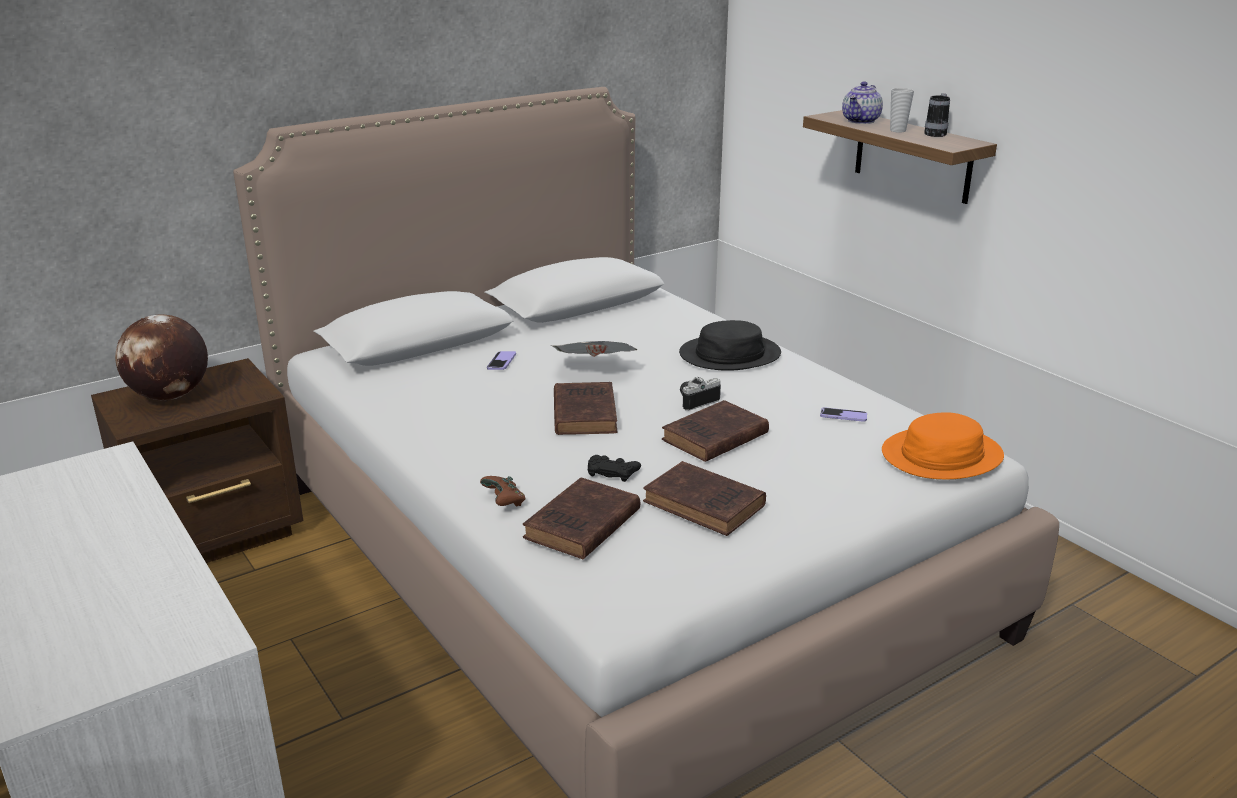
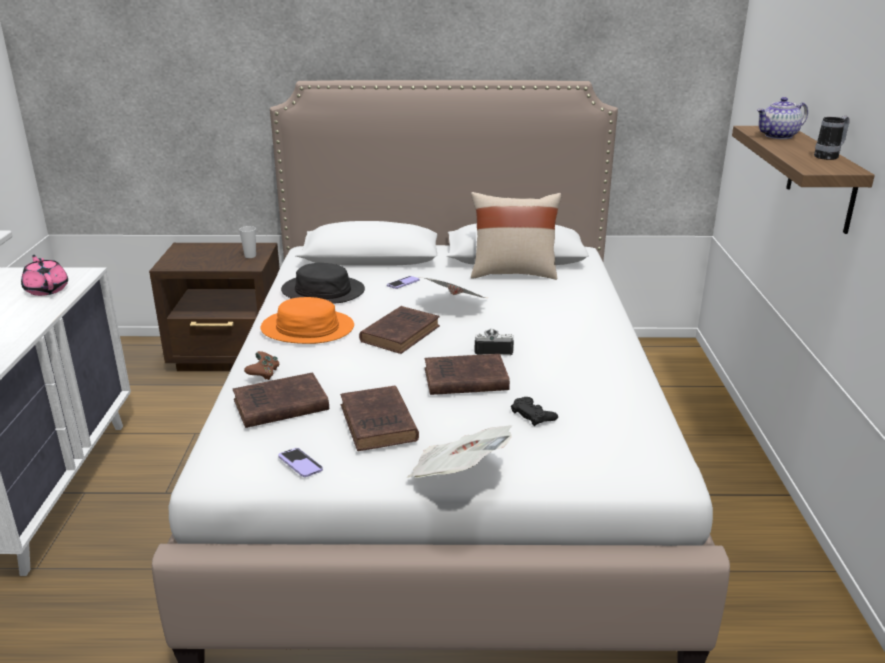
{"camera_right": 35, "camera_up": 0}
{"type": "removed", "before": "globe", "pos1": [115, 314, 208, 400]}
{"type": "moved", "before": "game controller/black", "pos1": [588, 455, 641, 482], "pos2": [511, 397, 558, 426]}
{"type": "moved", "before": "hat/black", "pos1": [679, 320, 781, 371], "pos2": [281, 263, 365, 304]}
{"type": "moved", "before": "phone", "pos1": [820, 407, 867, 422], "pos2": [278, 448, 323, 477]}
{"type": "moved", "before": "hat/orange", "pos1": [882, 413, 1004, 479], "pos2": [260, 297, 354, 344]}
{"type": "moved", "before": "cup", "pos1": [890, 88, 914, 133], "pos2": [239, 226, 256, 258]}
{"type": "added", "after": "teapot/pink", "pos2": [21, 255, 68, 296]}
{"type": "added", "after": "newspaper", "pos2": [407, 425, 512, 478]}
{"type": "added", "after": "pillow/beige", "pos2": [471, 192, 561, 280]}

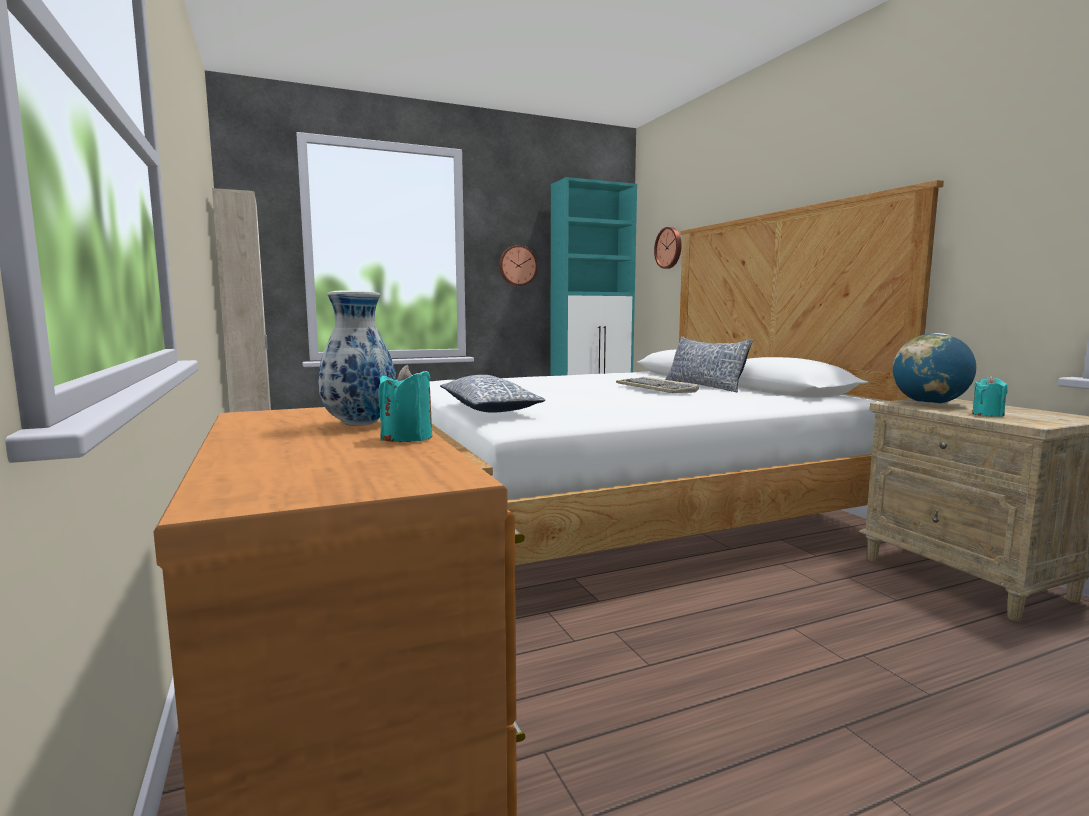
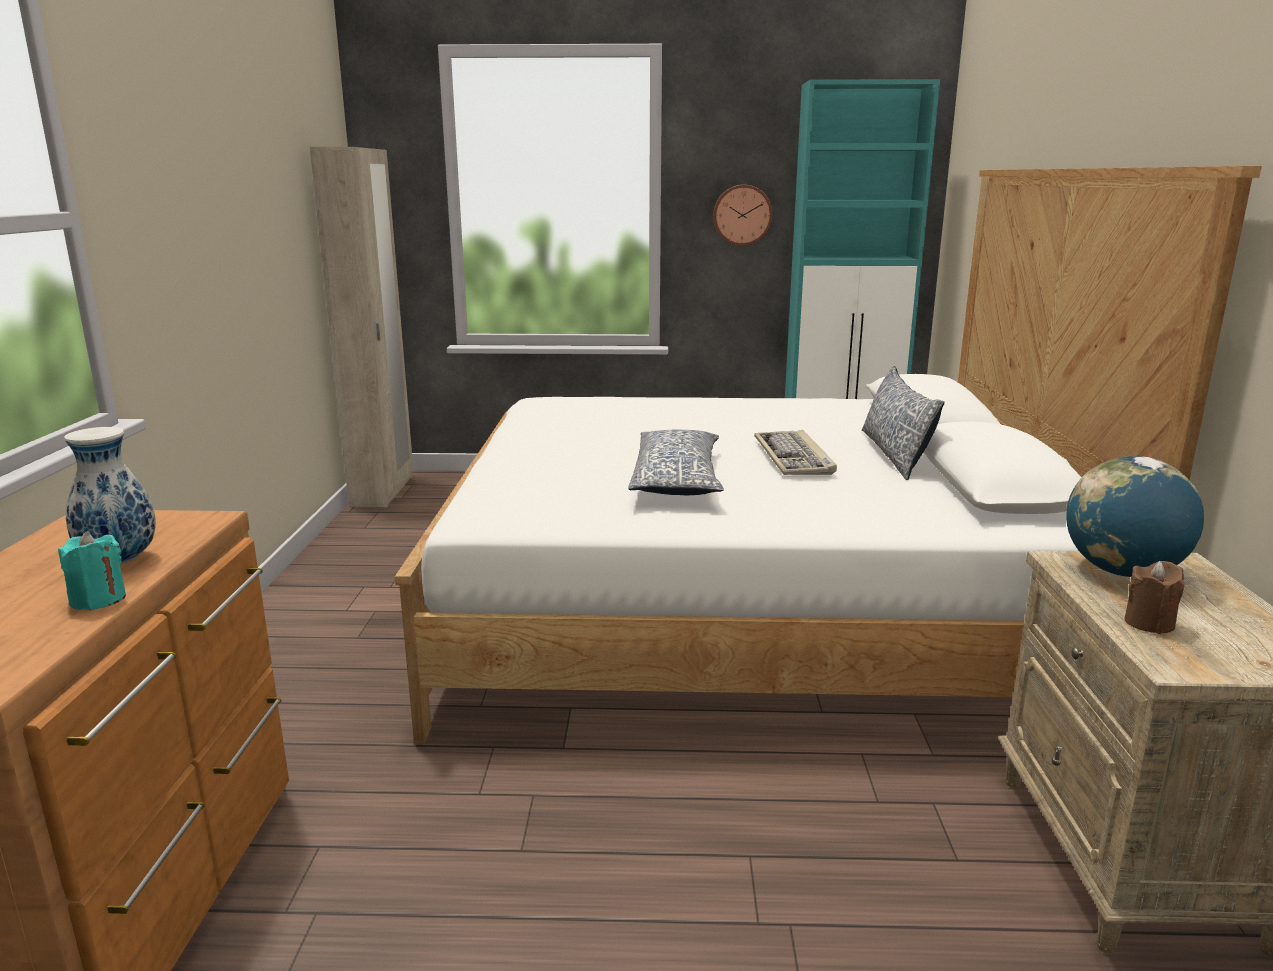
{"camera_right": 25, "camera_up": 10}
{"type": "moved", "before": "pillow", "pos1": [440, 375, 545, 413], "pos2": [628, 430, 724, 495]}
{"type": "removed", "before": "wall clock", "pos1": [654, 227, 682, 269]}
{"type": "recoloured", "before": "candle/turquoise", "after": "candle/brown", "pos1": [972, 376, 1008, 417], "pos2": [1124, 561, 1184, 634]}

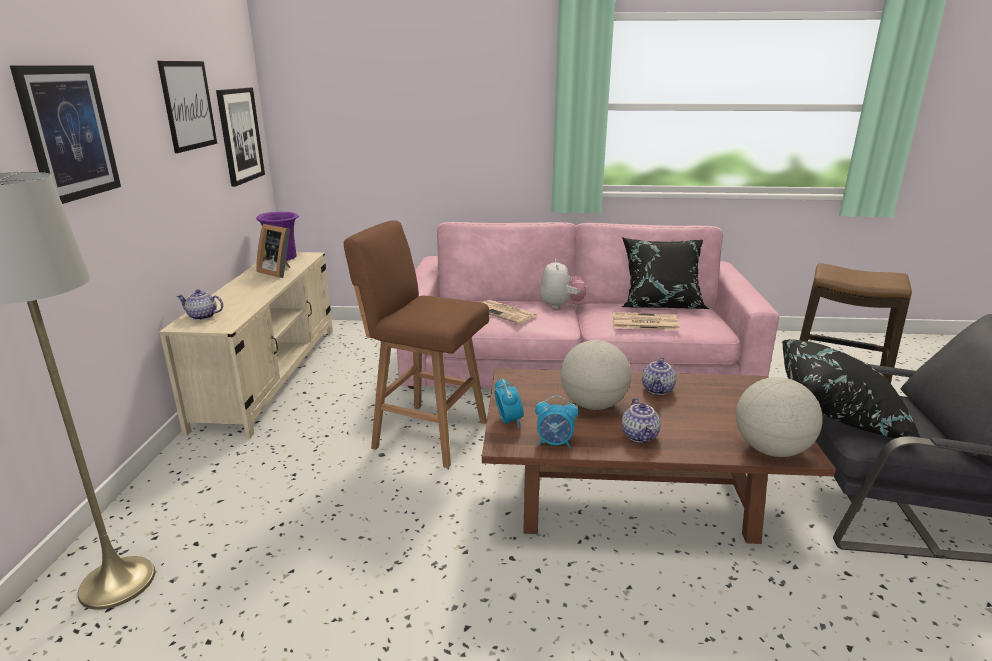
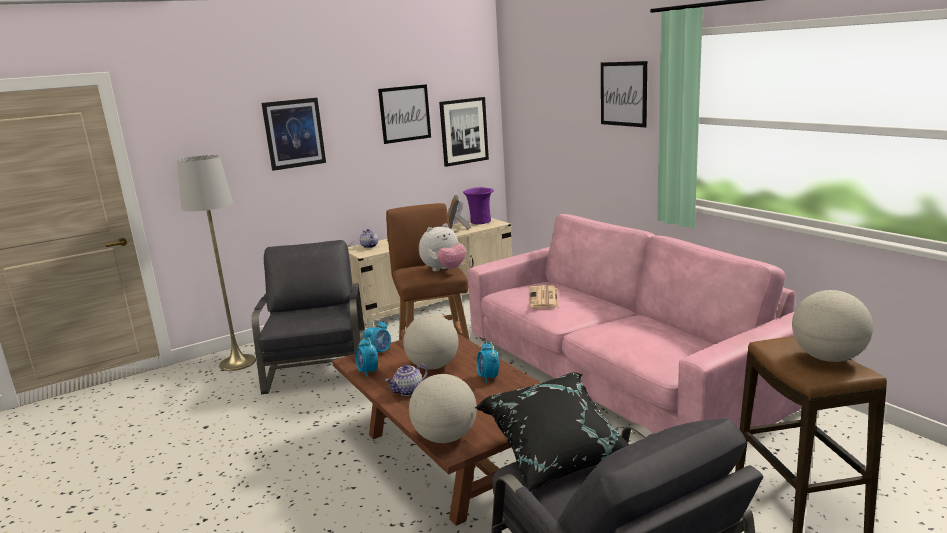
{"camera_right": 55, "camera_up": -5}
{"type": "moved", "before": "plush toy", "pos1": [540, 259, 586, 309], "pos2": [419, 223, 466, 271]}
{"type": "removed", "before": "newspaper", "pos1": [612, 312, 680, 330]}
{"type": "removed", "before": "pillow/black", "pos1": [621, 237, 709, 309]}
{"type": "replaced", "before": "teapot", "after": "alarm clock", "pos1": [642, 357, 676, 395], "pos2": [477, 342, 499, 383]}
{"type": "added", "after": "armchair/grey", "pos2": [252, 240, 365, 394]}
{"type": "added", "after": "picture", "pos2": [601, 61, 647, 127]}
{"type": "added", "after": "globe", "pos2": [792, 290, 873, 362]}

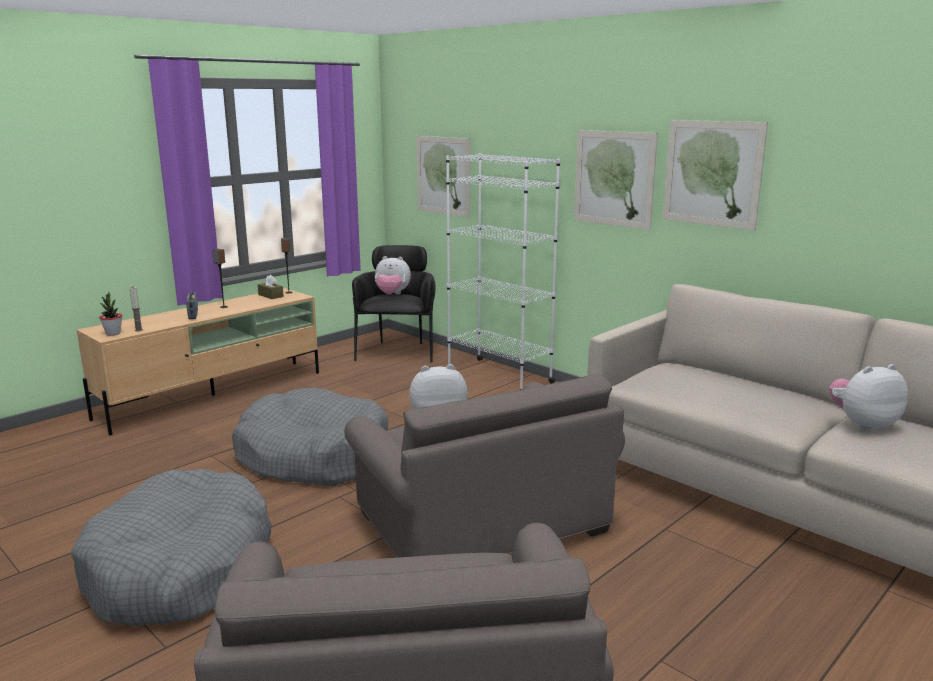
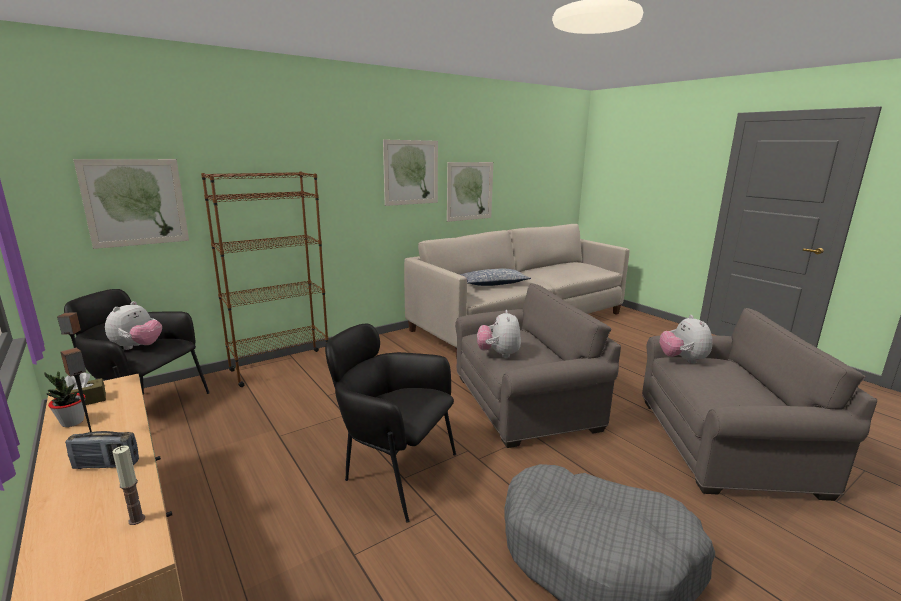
{"camera_right": -80, "camera_up": 0}
{"type": "moved", "before": "potted plant", "pos1": [99, 292, 122, 336], "pos2": [44, 372, 85, 427]}
{"type": "replaced", "before": "dog bed/grey", "after": "armchair/black", "pos1": [232, 388, 388, 486], "pos2": [325, 324, 456, 523]}
{"type": "recoloured", "before": "bookcase/white", "after": "bookcase/brown", "pos1": [446, 153, 560, 390], "pos2": [201, 171, 329, 387]}
{"type": "moved", "before": "picture", "pos1": [574, 130, 658, 230], "pos2": [447, 162, 493, 222]}
{"type": "moved", "before": "plush toy", "pos1": [829, 364, 908, 431], "pos2": [659, 315, 713, 364]}
{"type": "added", "after": "pillow", "pos2": [460, 268, 531, 286]}

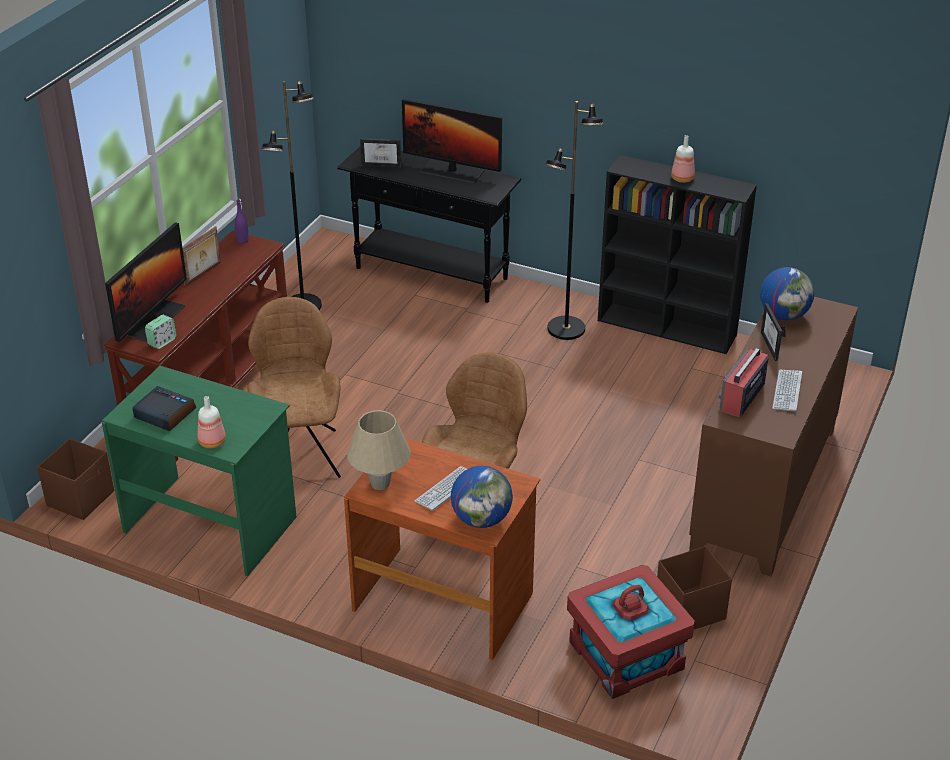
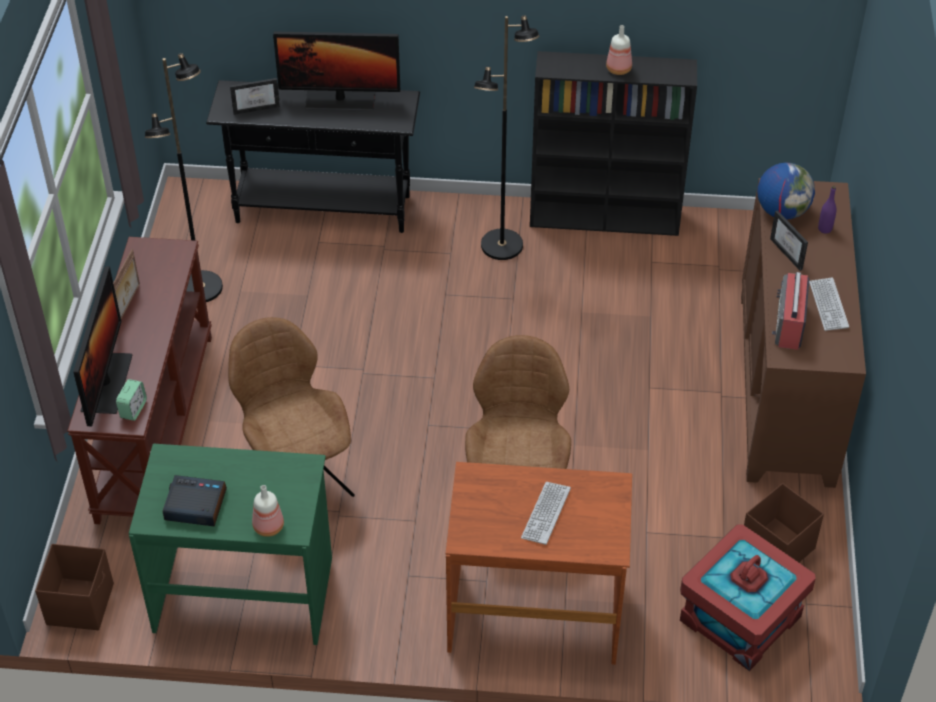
{"camera_right": -20, "camera_up": 10}
{"type": "moved", "before": "bottle/purple", "pos1": [235, 199, 249, 244], "pos2": [818, 186, 837, 233]}
{"type": "removed", "before": "table lamp/beige", "pos1": [347, 410, 411, 490]}
{"type": "removed", "before": "globe", "pos1": [451, 466, 513, 528]}

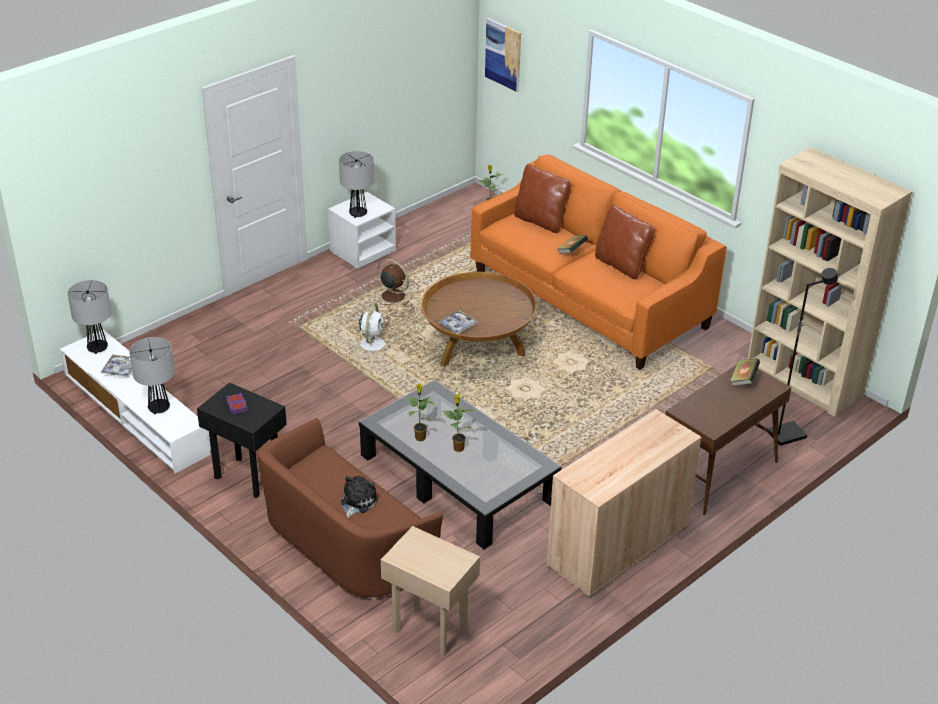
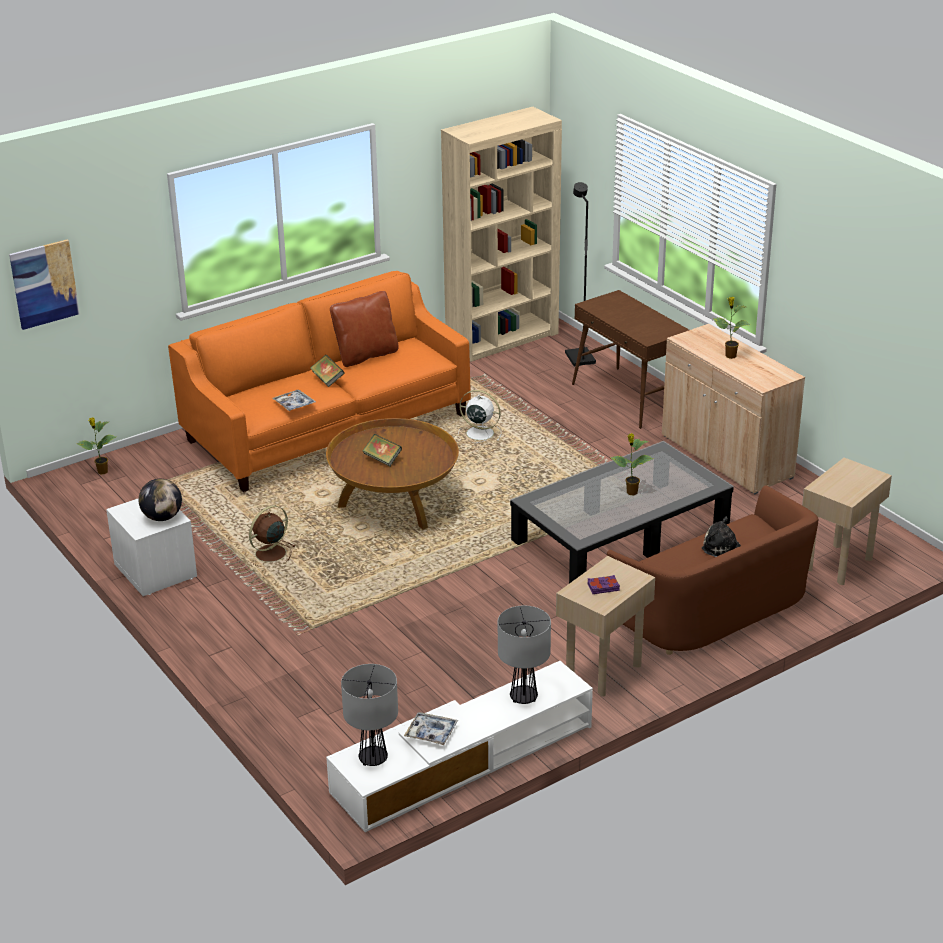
{"camera_right": -80, "camera_up": -5}
{"type": "recoloured", "before": "side table/black", "after": "side table/beige", "pos1": [197, 382, 287, 498], "pos2": [556, 556, 655, 697]}
{"type": "replaced", "before": "table lamp", "after": "globe", "pos1": [339, 151, 374, 218], "pos2": [139, 479, 182, 521]}
{"type": "moved", "before": "fan/white", "pos1": [354, 304, 386, 355], "pos2": [458, 390, 501, 443]}
{"type": "moved", "before": "potted plant", "pos1": [408, 384, 435, 441], "pos2": [713, 297, 750, 359]}
{"type": "moved", "before": "tray", "pos1": [438, 310, 478, 334], "pos2": [272, 390, 316, 411]}
{"type": "removed", "before": "pillow/brown", "pos1": [514, 164, 572, 233]}
{"type": "moved", "before": "book", "pos1": [730, 358, 760, 386], "pos2": [363, 434, 402, 467]}

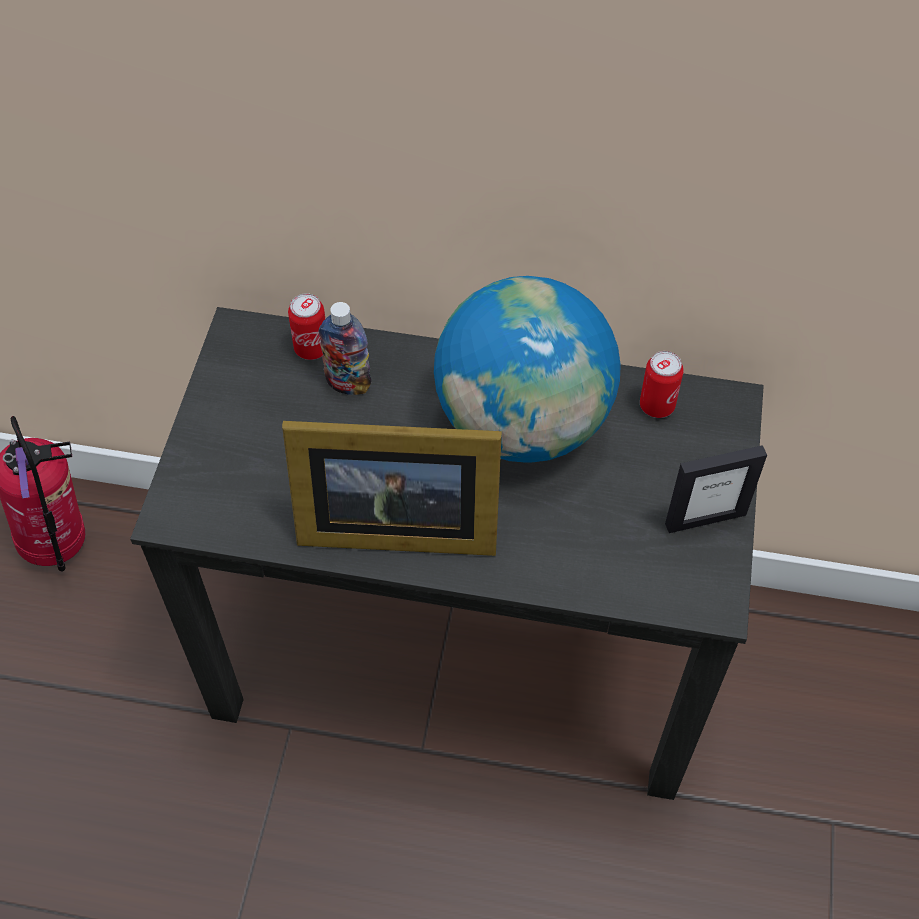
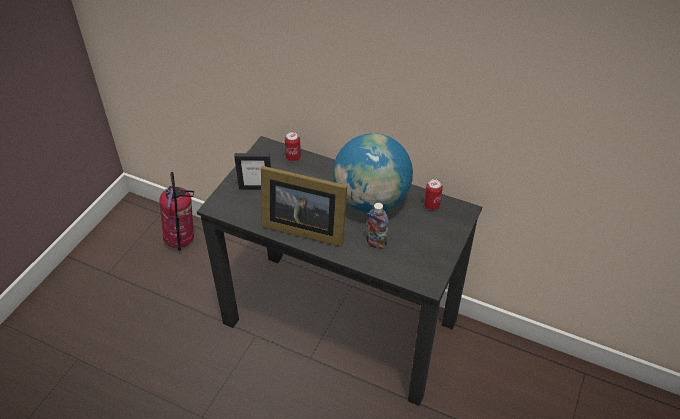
{"camera_right": 15, "camera_up": -10}
{"type": "moved", "before": "bottle", "pos1": [319, 302, 371, 395], "pos2": [366, 203, 388, 249]}
{"type": "moved", "before": "picture frame", "pos1": [665, 445, 767, 533], "pos2": [234, 153, 271, 190]}

